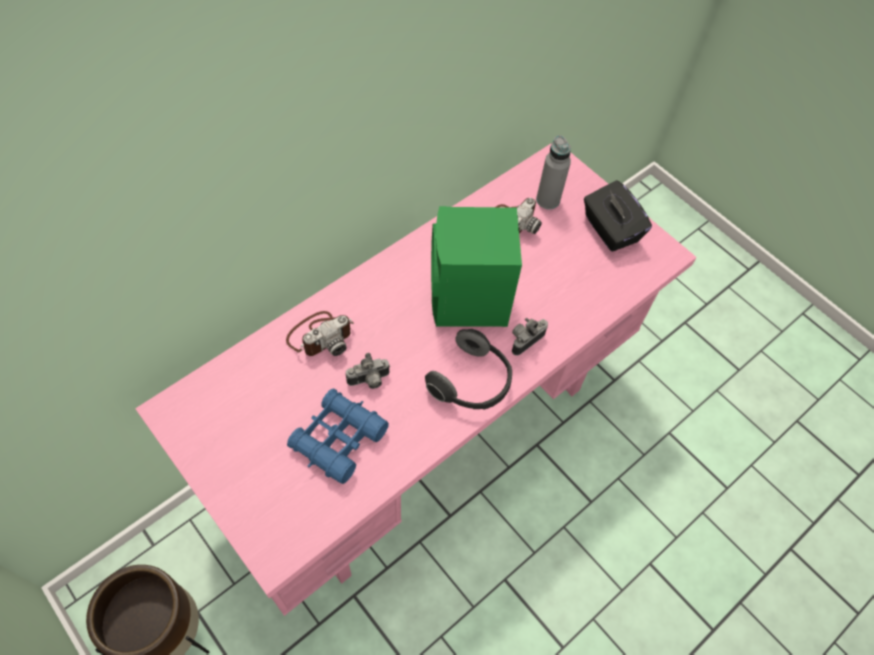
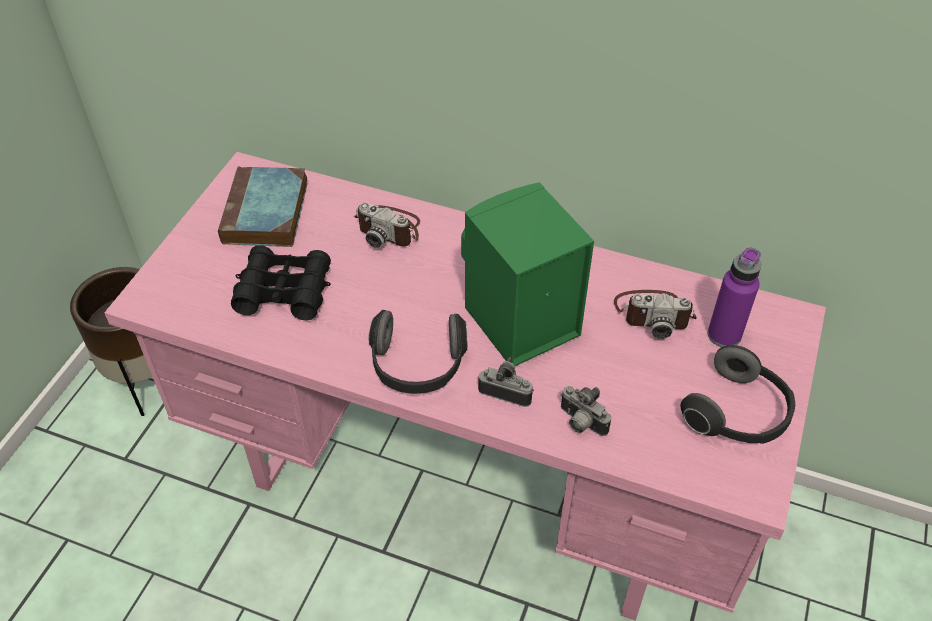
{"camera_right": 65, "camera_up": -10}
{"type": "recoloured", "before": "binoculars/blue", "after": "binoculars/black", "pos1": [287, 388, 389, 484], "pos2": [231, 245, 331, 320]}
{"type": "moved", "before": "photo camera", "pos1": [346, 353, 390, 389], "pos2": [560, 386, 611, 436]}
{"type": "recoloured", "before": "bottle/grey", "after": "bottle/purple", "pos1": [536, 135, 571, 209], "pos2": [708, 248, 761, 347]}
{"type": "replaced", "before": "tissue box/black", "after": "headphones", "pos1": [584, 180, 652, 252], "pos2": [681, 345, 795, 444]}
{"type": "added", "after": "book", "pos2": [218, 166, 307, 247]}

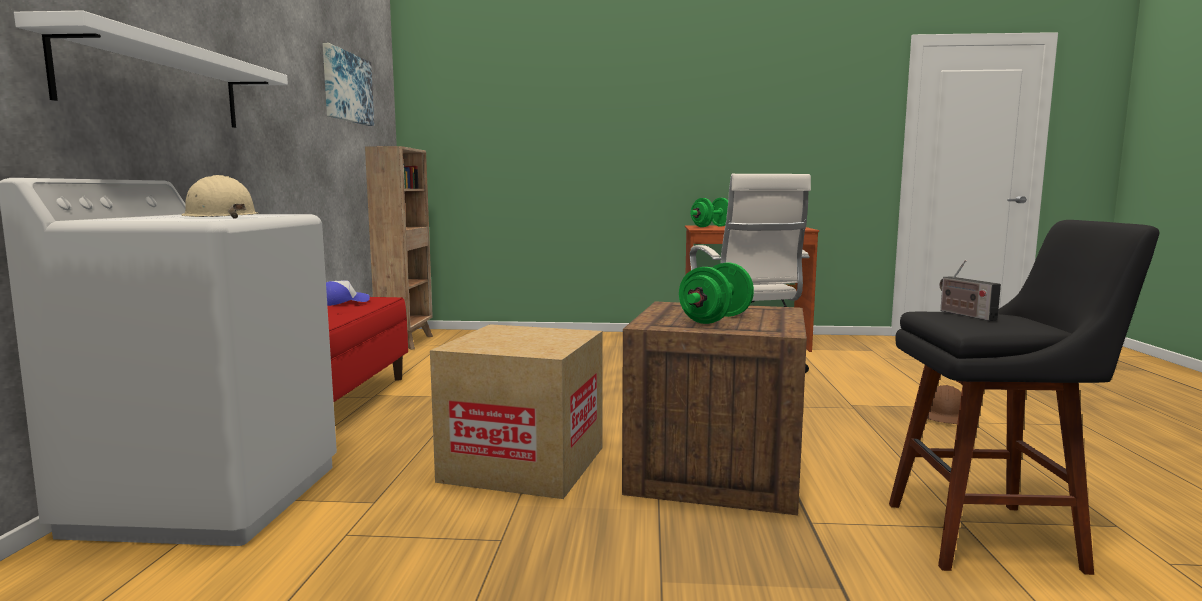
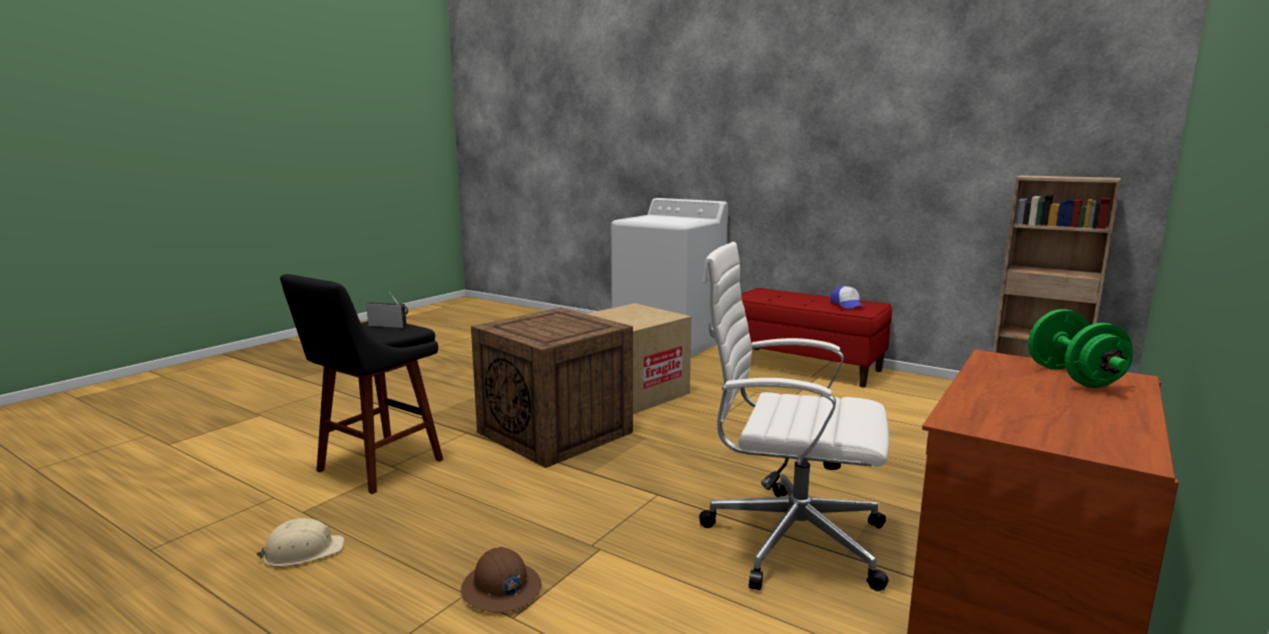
{"camera_right": 120, "camera_up": 5}
{"type": "removed", "before": "shelf/white", "pos1": [14, 10, 288, 128]}
{"type": "moved", "before": "hard hat/beige", "pos1": [182, 175, 258, 218], "pos2": [257, 518, 344, 567]}
{"type": "removed", "before": "picture", "pos1": [322, 43, 374, 126]}
{"type": "removed", "before": "dumbbell/green", "pos1": [679, 262, 754, 324]}

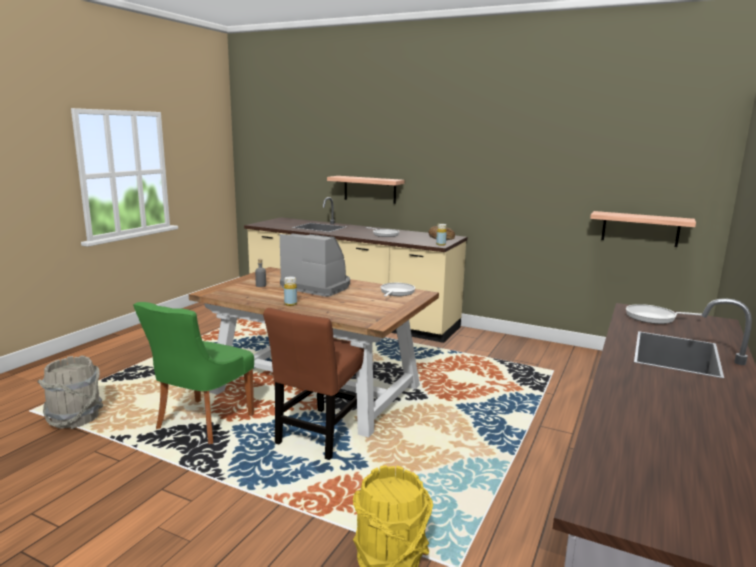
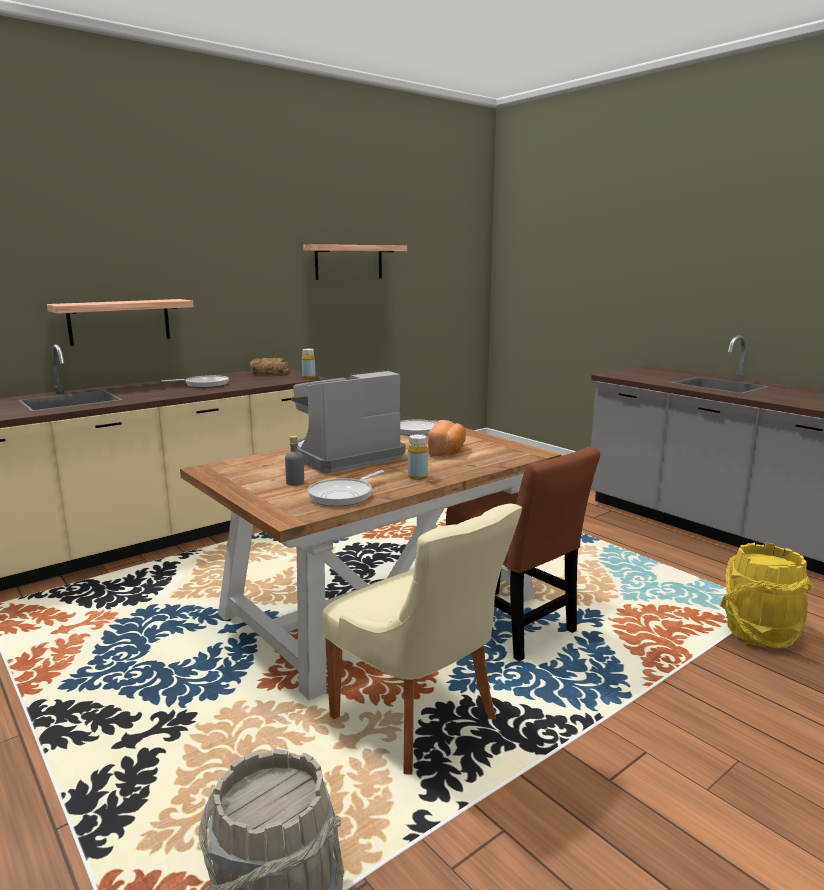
{"camera_right": -65, "camera_up": 0}
{"type": "recoloured", "before": "chair/green", "after": "chair/beige", "pos1": [133, 302, 254, 444], "pos2": [321, 503, 522, 775]}
{"type": "moved", "before": "shelf", "pos1": [590, 211, 696, 247], "pos2": [303, 244, 407, 280]}
{"type": "moved", "before": "frying pan", "pos1": [626, 304, 702, 324], "pos2": [307, 470, 385, 506]}
{"type": "added", "after": "bread", "pos2": [428, 420, 466, 456]}

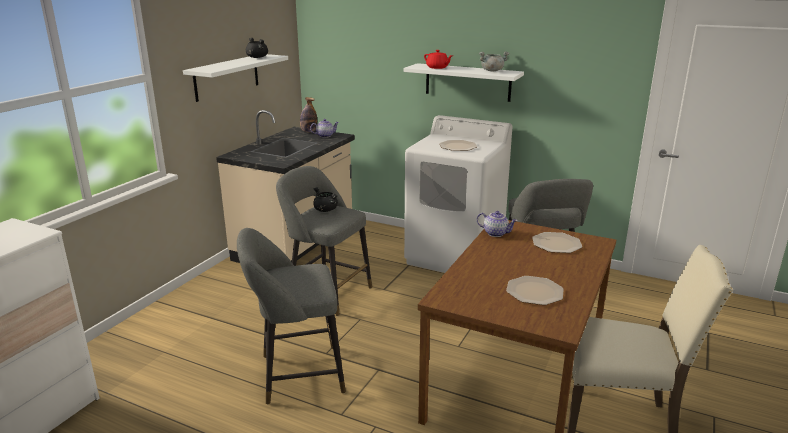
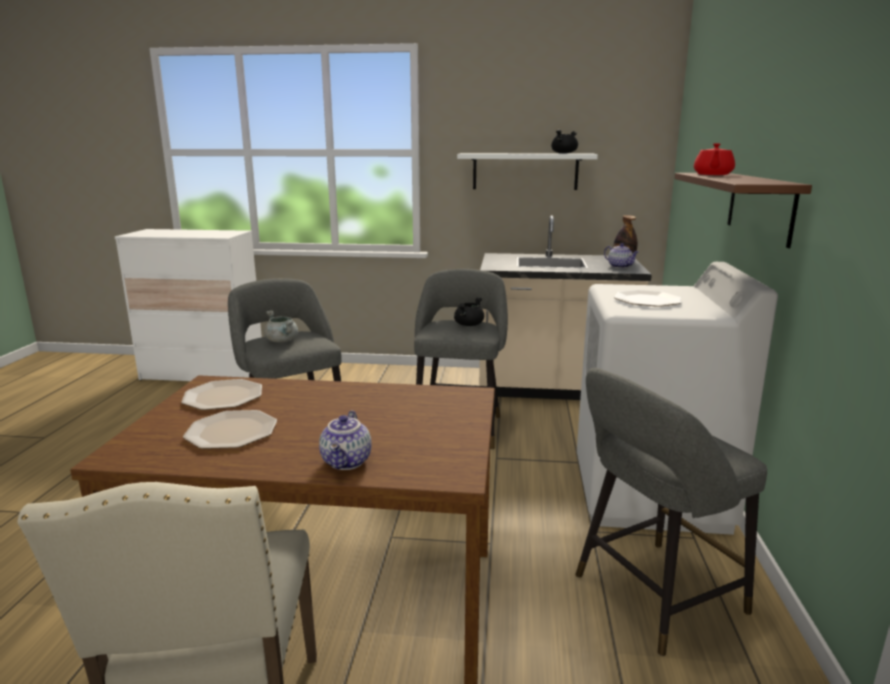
{"camera_right": 70, "camera_up": -5}
{"type": "recoloured", "before": "shelf/white", "after": "shelf/brown", "pos1": [403, 63, 524, 102], "pos2": [674, 173, 812, 248]}
{"type": "moved", "before": "teapot", "pos1": [477, 211, 518, 237], "pos2": [319, 410, 371, 470]}
{"type": "moved", "before": "cooking pot/grey", "pos1": [479, 51, 510, 71], "pos2": [264, 310, 298, 342]}
{"type": "moved", "before": "plate", "pos1": [532, 232, 582, 253], "pos2": [181, 379, 262, 410]}

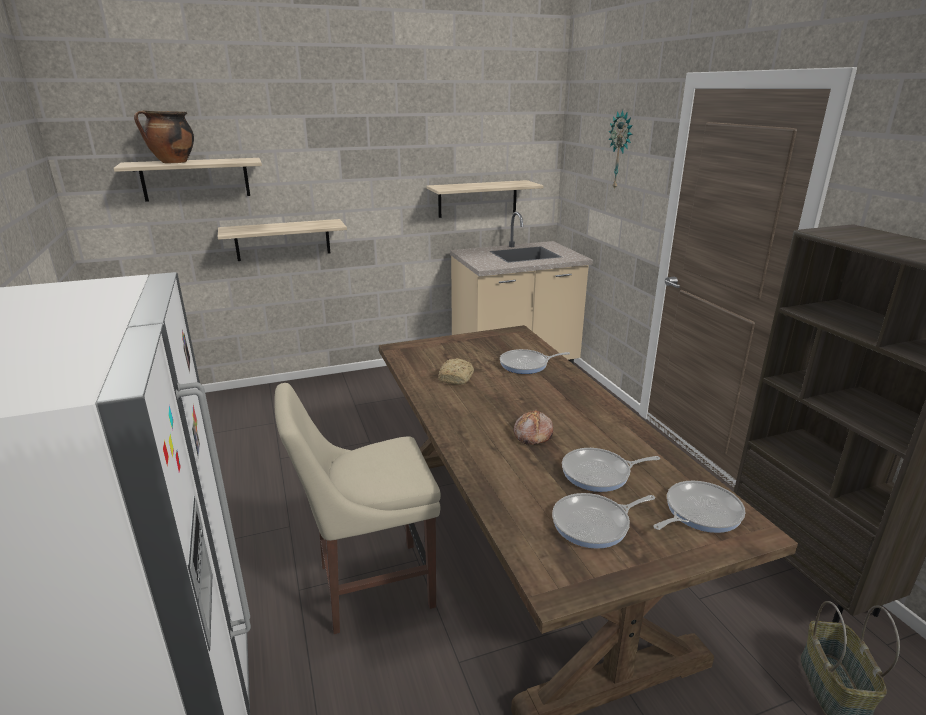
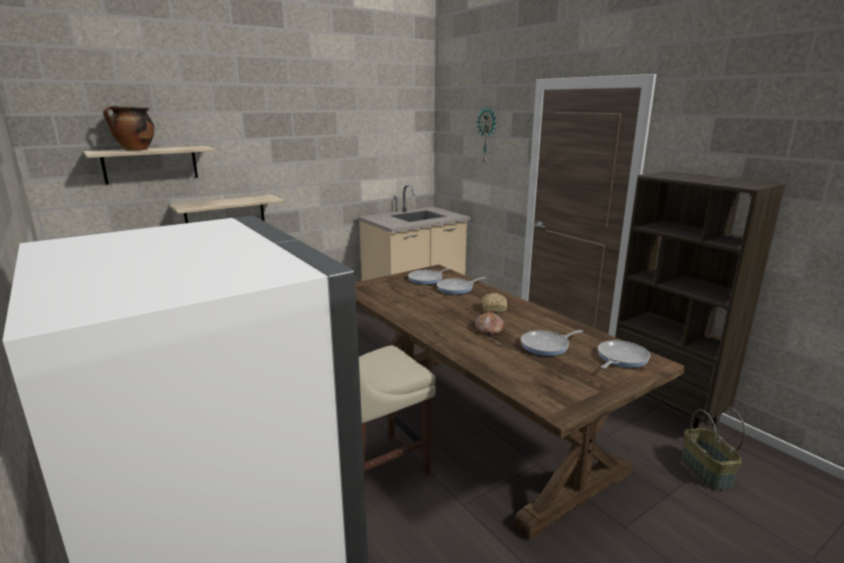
{"camera_right": -15, "camera_up": -5}
{"type": "removed", "before": "shelf", "pos1": [426, 180, 544, 218]}
{"type": "moved", "before": "bread", "pos1": [438, 358, 474, 385], "pos2": [481, 293, 507, 313]}
{"type": "moved", "before": "frying pan", "pos1": [552, 493, 655, 549], "pos2": [408, 267, 452, 285]}

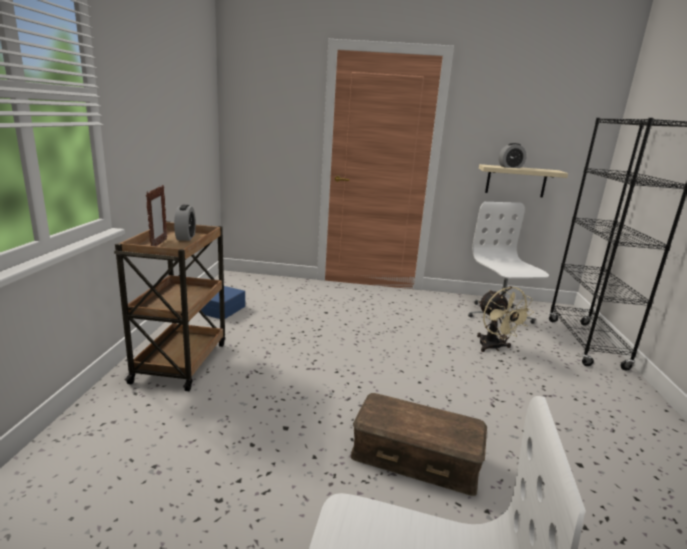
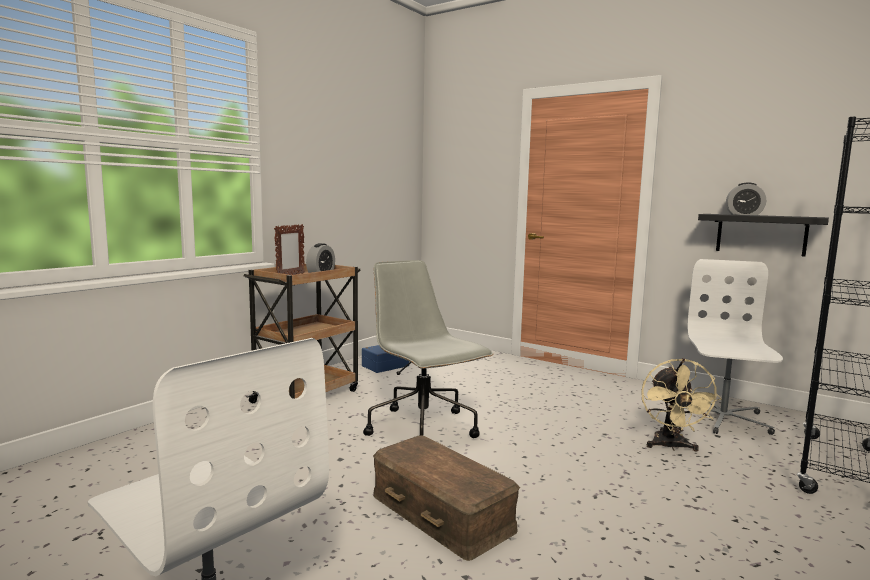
{"camera_right": 30, "camera_up": -10}
{"type": "recoloured", "before": "shelf/beige", "after": "shelf/black", "pos1": [479, 164, 568, 197], "pos2": [698, 214, 829, 256]}
{"type": "added", "after": "office chair/grey", "pos2": [363, 260, 493, 438]}

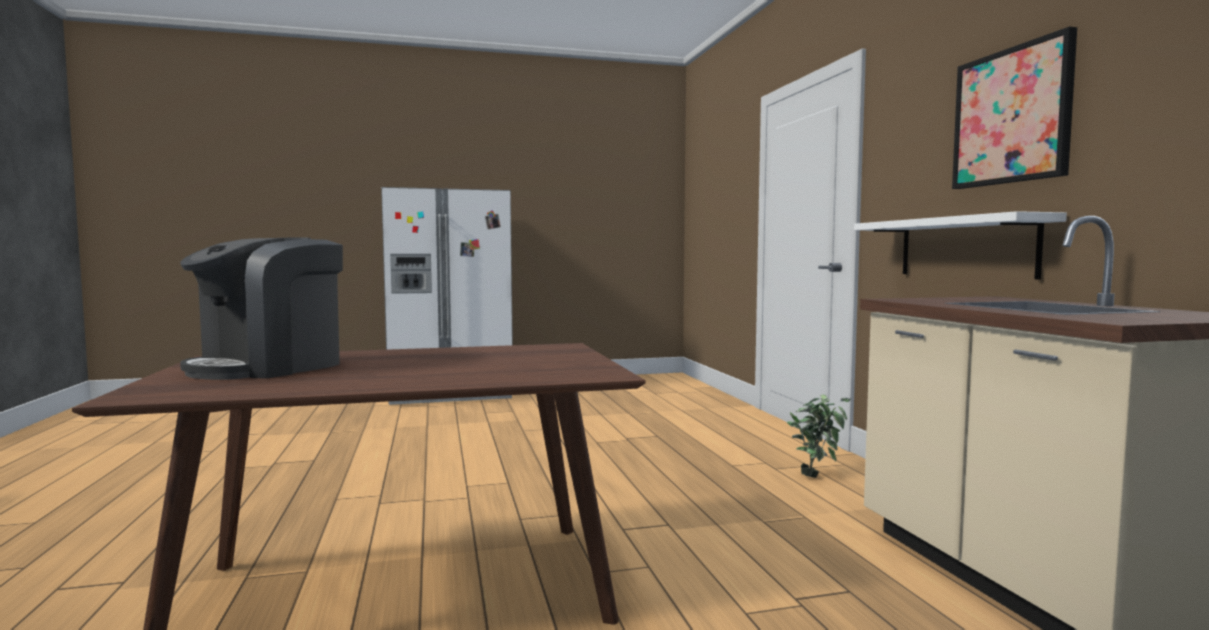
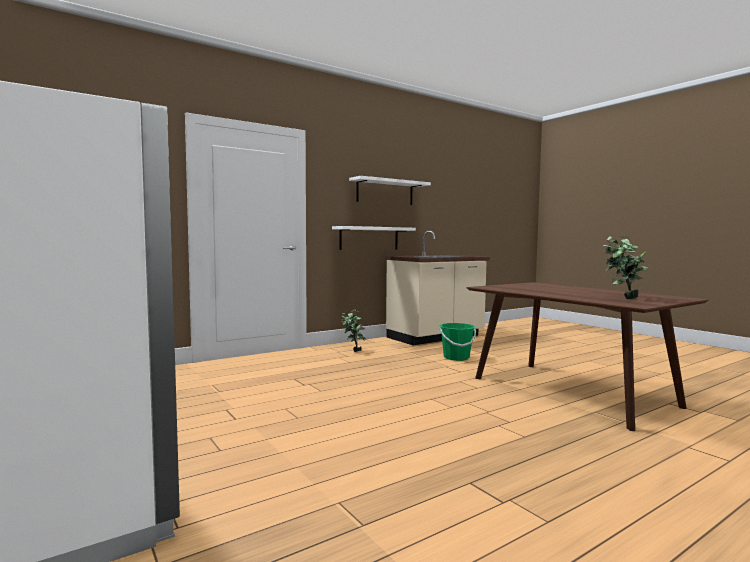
{"camera_right": -110, "camera_up": 0}
{"type": "replaced", "before": "coffee machine", "after": "potted plant", "pos1": [180, 237, 343, 380], "pos2": [603, 236, 648, 299]}
{"type": "replaced", "before": "picture", "after": "shelf/white", "pos1": [952, 27, 1077, 189], "pos2": [349, 176, 431, 205]}
{"type": "added", "after": "bucket/green", "pos2": [440, 323, 476, 361]}

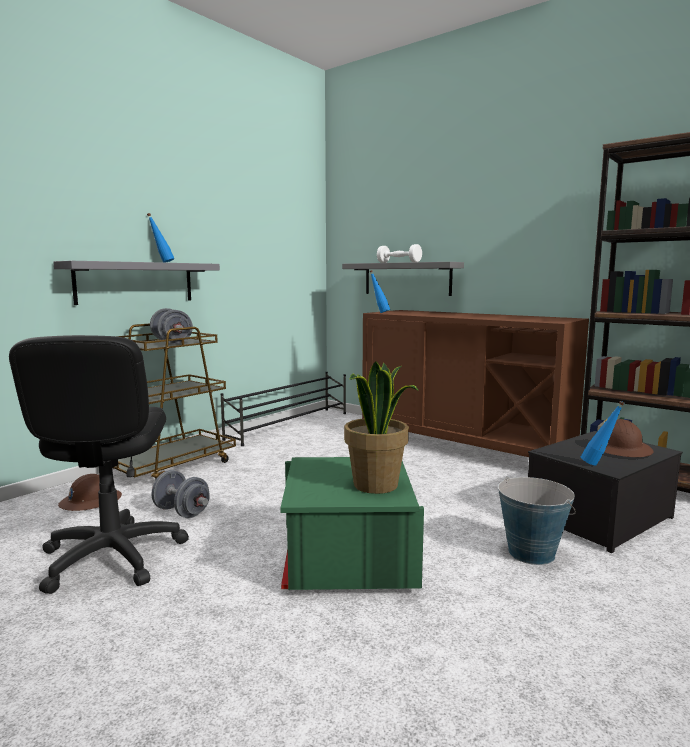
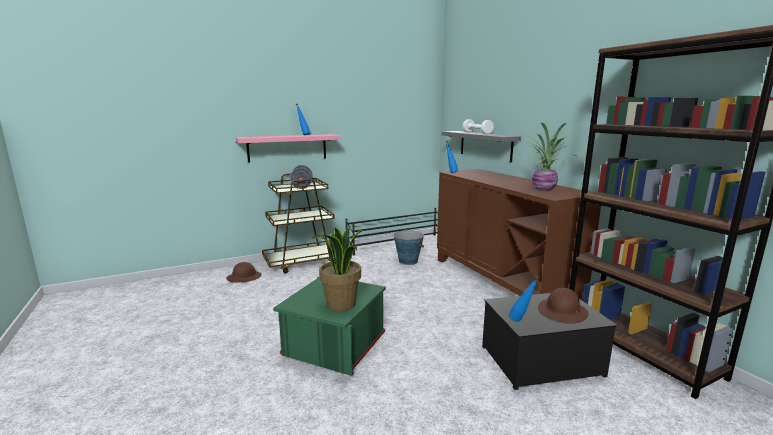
{"camera_right": 25, "camera_up": 5}
{"type": "removed", "before": "office chair/black", "pos1": [9, 335, 189, 594]}
{"type": "recoloured", "before": "shelf/grey", "after": "shelf/pink", "pos1": [53, 261, 220, 305], "pos2": [236, 134, 340, 162]}
{"type": "removed", "before": "dumbbell/grey", "pos1": [151, 470, 210, 518]}
{"type": "moved", "before": "bucket", "pos1": [498, 476, 576, 565], "pos2": [394, 229, 424, 265]}
{"type": "added", "after": "potted plant", "pos2": [510, 122, 585, 191]}

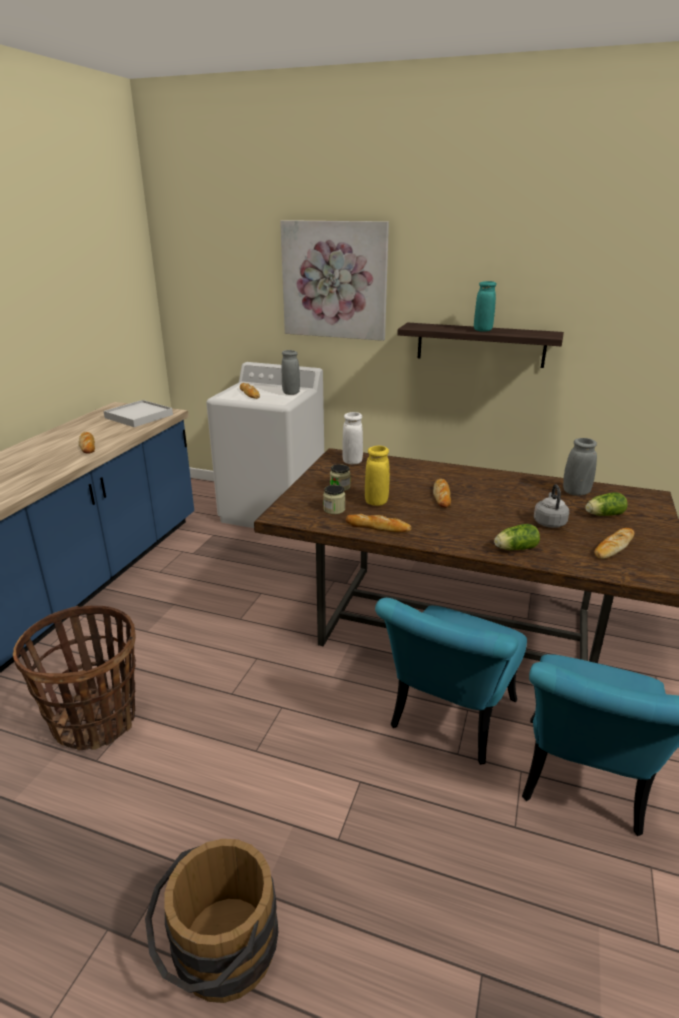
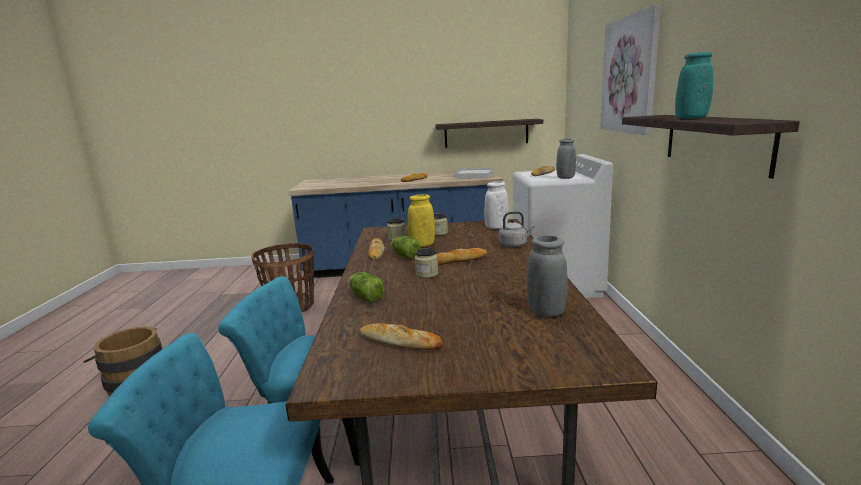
{"camera_right": 70, "camera_up": -10}
{"type": "moved", "before": "kettle/grey", "pos1": [534, 484, 569, 528], "pos2": [498, 211, 535, 247]}
{"type": "moved", "before": "lettuce", "pos1": [585, 493, 628, 516], "pos2": [391, 236, 420, 259]}
{"type": "added", "after": "jar", "pos2": [415, 248, 438, 278]}
{"type": "added", "after": "shelf", "pos2": [435, 119, 543, 148]}

